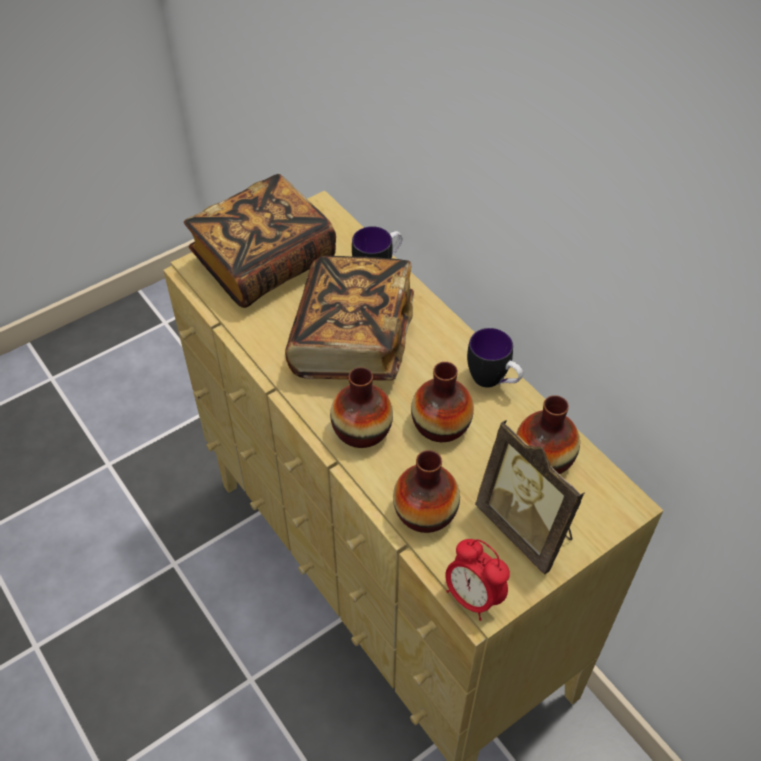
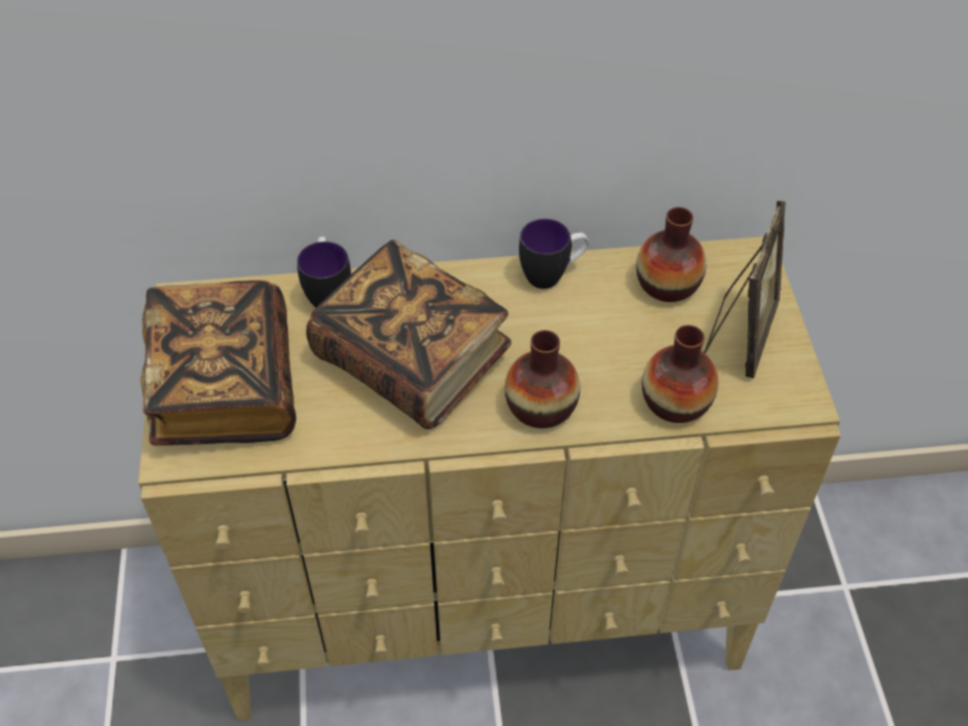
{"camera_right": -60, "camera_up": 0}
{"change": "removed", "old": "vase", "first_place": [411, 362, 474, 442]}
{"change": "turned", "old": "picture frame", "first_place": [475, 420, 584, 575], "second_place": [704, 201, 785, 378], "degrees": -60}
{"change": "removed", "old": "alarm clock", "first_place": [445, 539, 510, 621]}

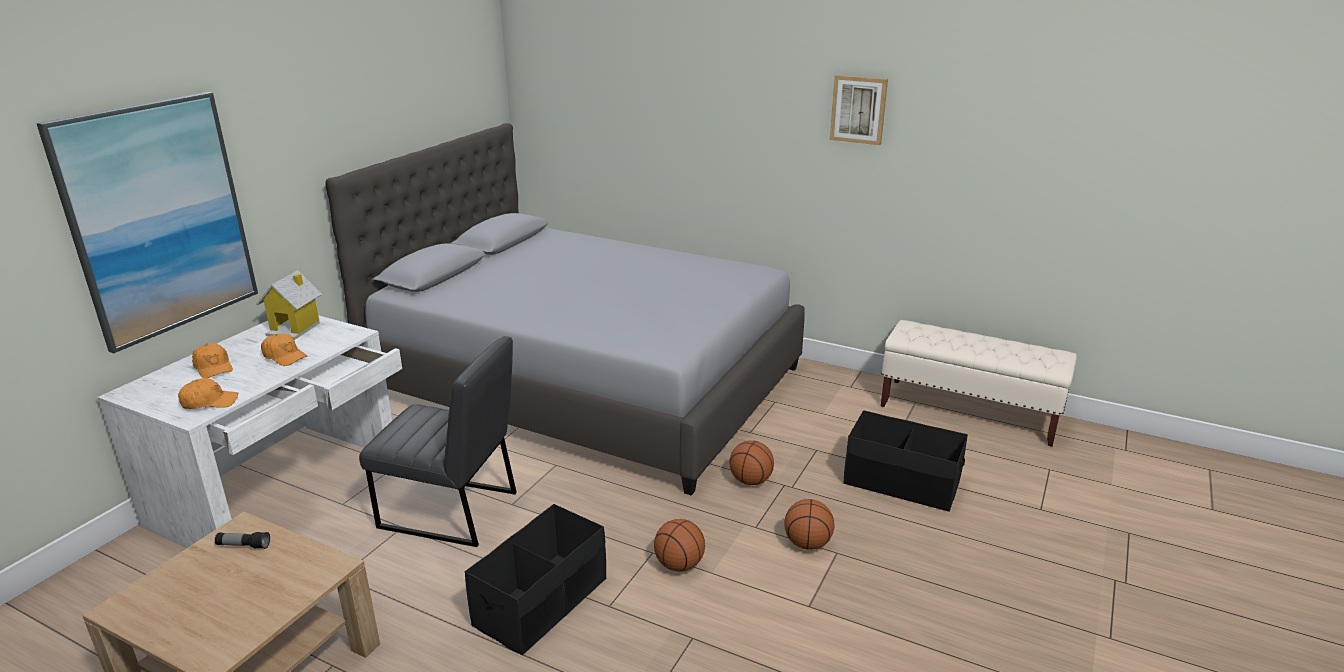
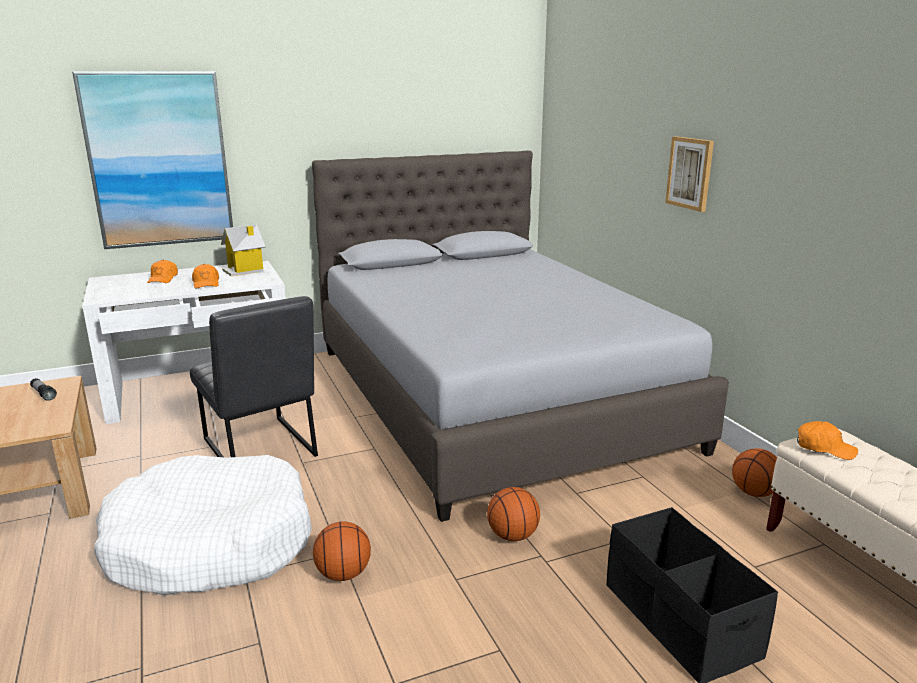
{"camera_right": 40, "camera_up": -5}
{"change": "moved", "old": "picture", "first_place": [830, 75, 888, 145], "second_place": [665, 136, 714, 212]}
{"change": "moved", "old": "orange cap", "first_place": [178, 378, 238, 409], "second_place": [797, 421, 858, 460]}
{"change": "moved", "old": "basketball", "first_place": [784, 499, 834, 550], "second_place": [732, 448, 777, 497]}
{"change": "replaced", "old": "black storage box", "new": "white dog bed", "first_place": [465, 504, 606, 655], "second_place": [94, 455, 312, 596]}

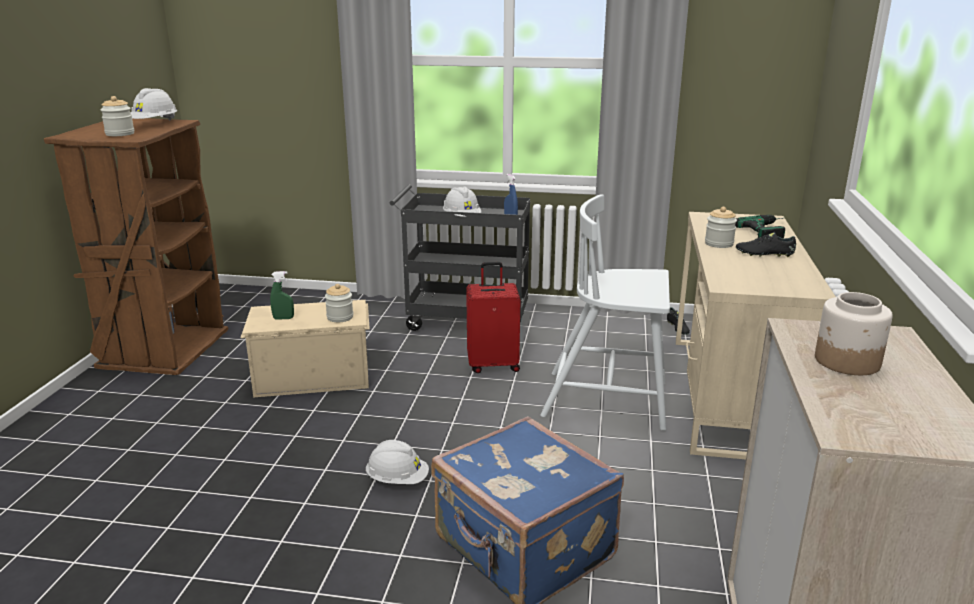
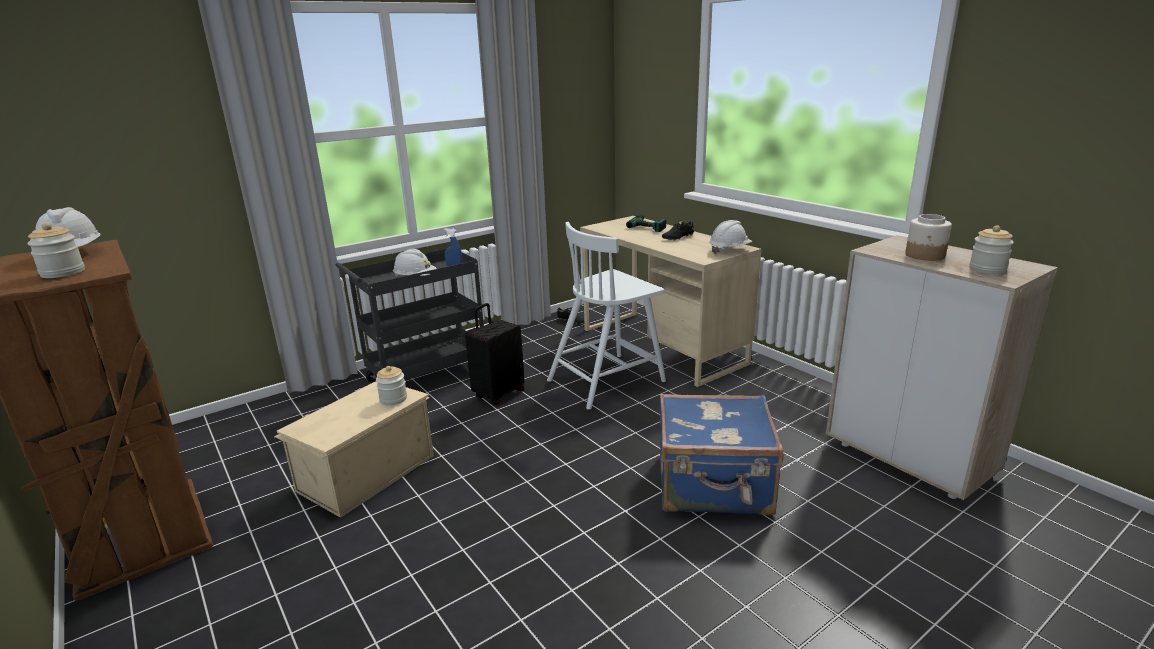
{"camera_right": -45, "camera_up": 0}
{"change": "moved", "old": "jar", "first_place": [705, 207, 737, 248], "second_place": [969, 225, 1014, 274]}
{"change": "recoloured", "old": "red suitcase", "new": "black suitcase", "first_place": [466, 262, 520, 373], "second_place": [465, 303, 525, 405]}
{"change": "removed", "old": "green spray bottle", "first_place": [270, 271, 294, 320]}
{"change": "moved", "old": "white hard hat", "first_place": [365, 440, 429, 484], "second_place": [709, 220, 752, 254]}

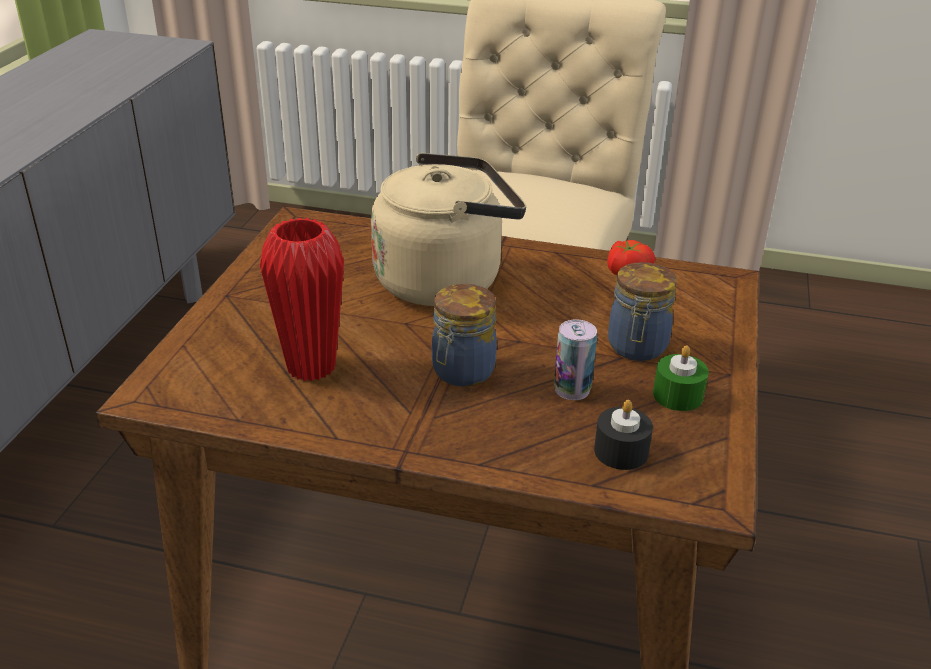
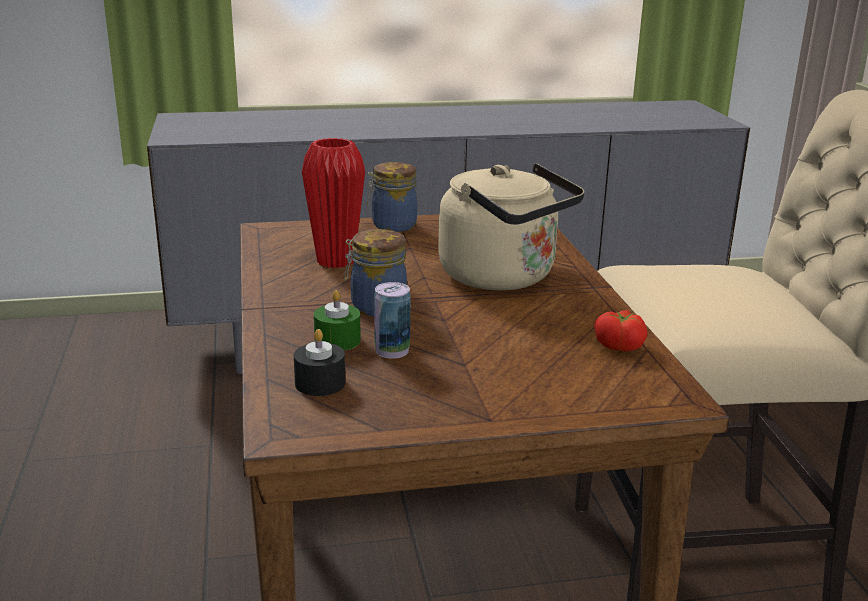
{"camera_right": 65, "camera_up": -10}
{"change": "moved", "old": "jar", "first_place": [608, 262, 677, 361], "second_place": [367, 162, 417, 232]}
{"change": "moved", "old": "green candle", "first_place": [653, 345, 709, 411], "second_place": [314, 290, 361, 351]}

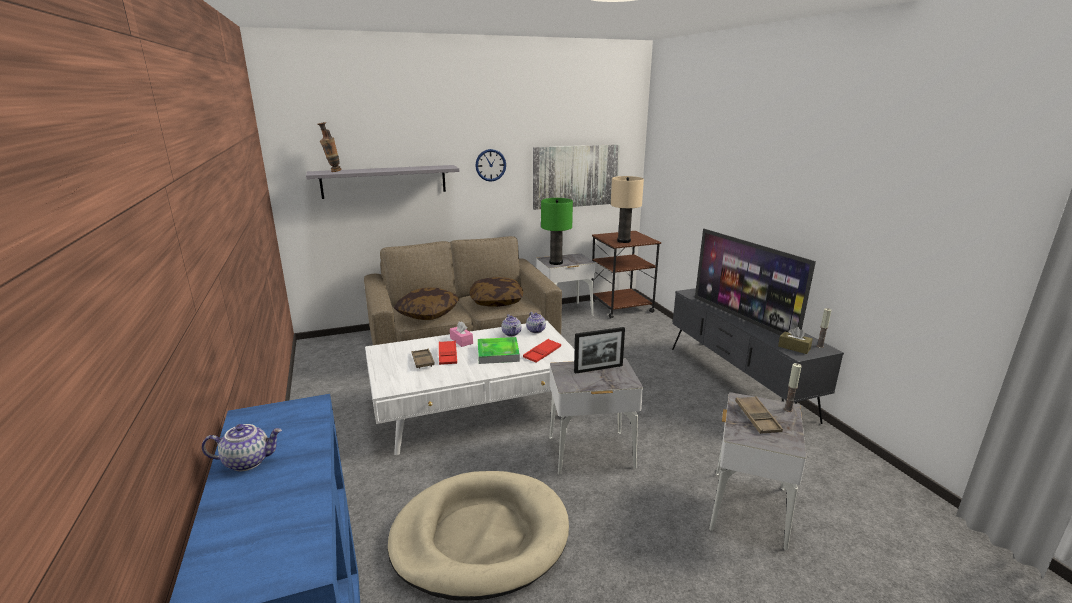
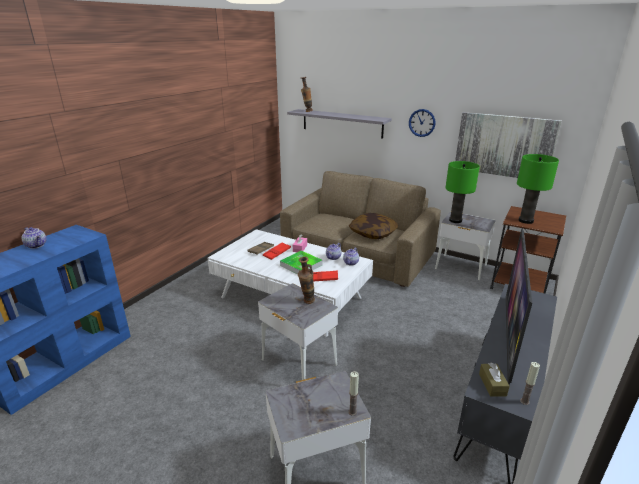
{"camera_right": 50, "camera_up": 5}
{"change": "recoloured", "old": "beige table lamp", "new": "green table lamp", "first_place": [611, 176, 644, 243], "second_place": [517, 154, 559, 224]}
{"change": "removed", "old": "pillow", "first_place": [394, 287, 459, 320]}
{"change": "replaced", "old": "picture frame", "new": "vase", "first_place": [574, 327, 625, 374], "second_place": [298, 256, 315, 304]}
{"change": "removed", "old": "brown tray", "first_place": [735, 396, 783, 434]}
{"change": "removed", "old": "beige dog bed", "first_place": [387, 471, 569, 601]}

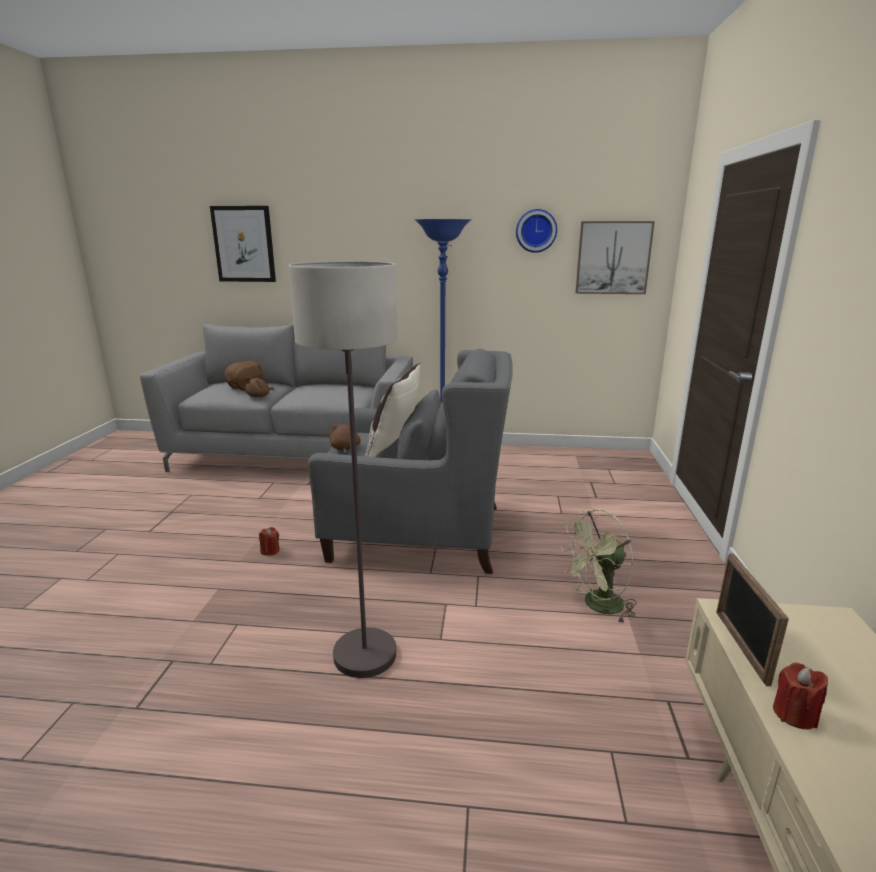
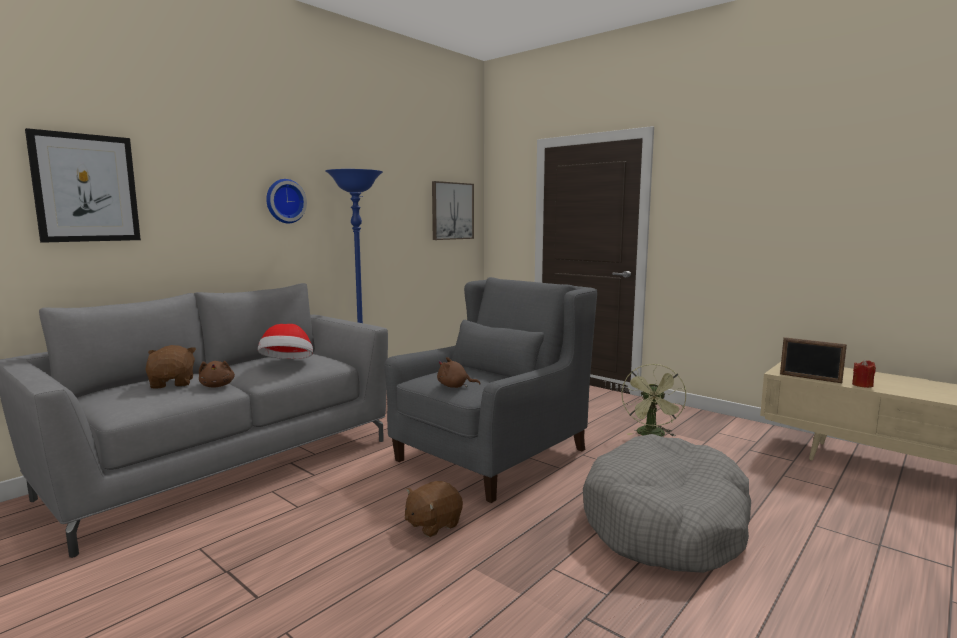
{"camera_right": -55, "camera_up": -10}
{"change": "moved", "old": "wall clock", "first_place": [516, 209, 557, 253], "second_place": [266, 179, 307, 223]}
{"change": "replaced", "old": "grey floor lamp", "new": "grey dog bed", "first_place": [288, 261, 397, 678], "second_place": [583, 434, 751, 573]}
{"change": "removed", "old": "pillow", "first_place": [365, 363, 421, 457]}
{"change": "replaced", "old": "red candle", "new": "brown plush toy", "first_place": [259, 527, 280, 556], "second_place": [405, 481, 463, 537]}
{"change": "added", "new": "hat", "second_place": [258, 324, 313, 359]}

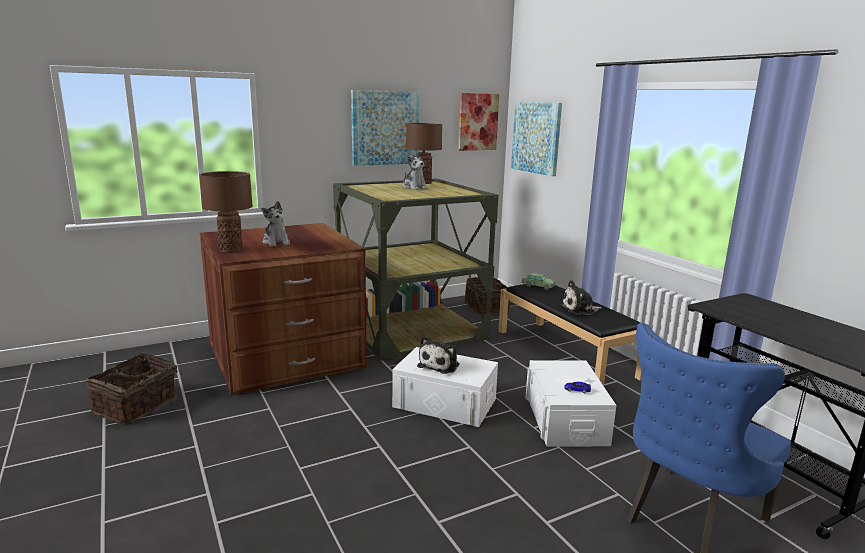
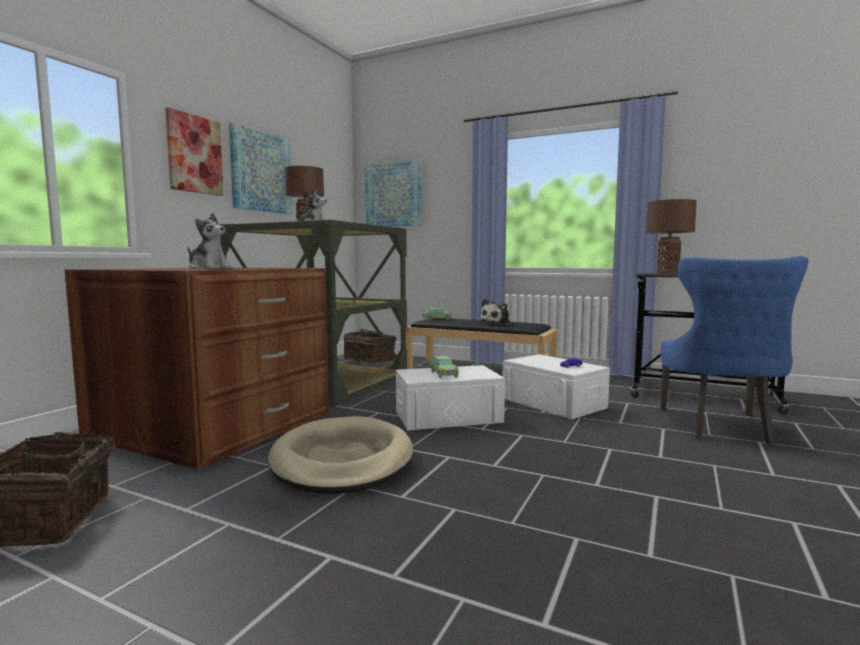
{"camera_right": -35, "camera_up": -10}
{"change": "moved", "old": "picture", "first_place": [458, 93, 499, 151], "second_place": [165, 107, 224, 196]}
{"change": "moved", "old": "brown table lamp", "first_place": [199, 171, 253, 253], "second_place": [646, 199, 697, 274]}
{"change": "replaced", "old": "plush toy", "new": "toy car", "first_place": [417, 336, 460, 374], "second_place": [429, 356, 459, 378]}
{"change": "added", "new": "beige dog bed", "second_place": [268, 416, 413, 494]}

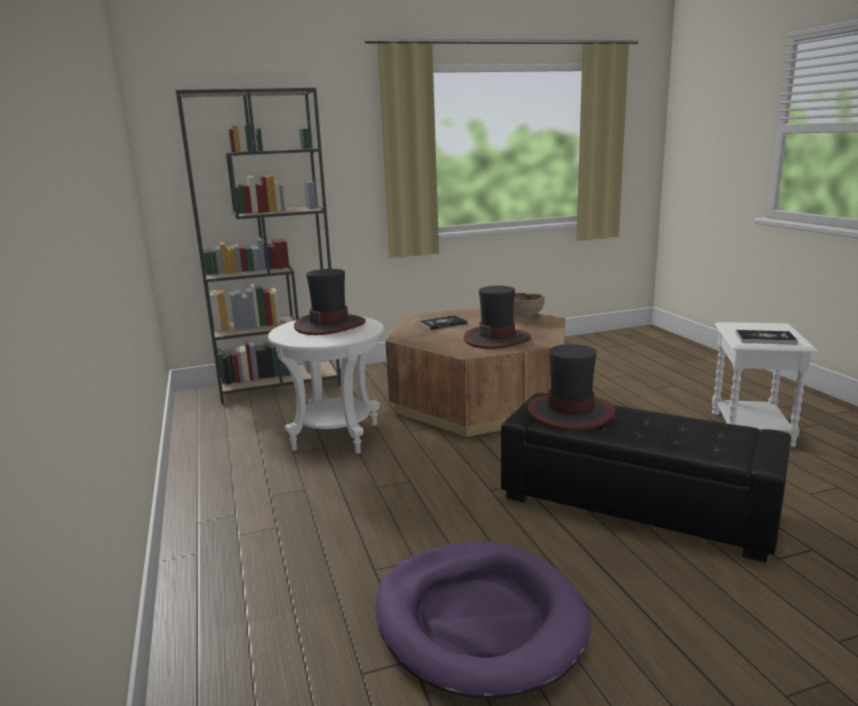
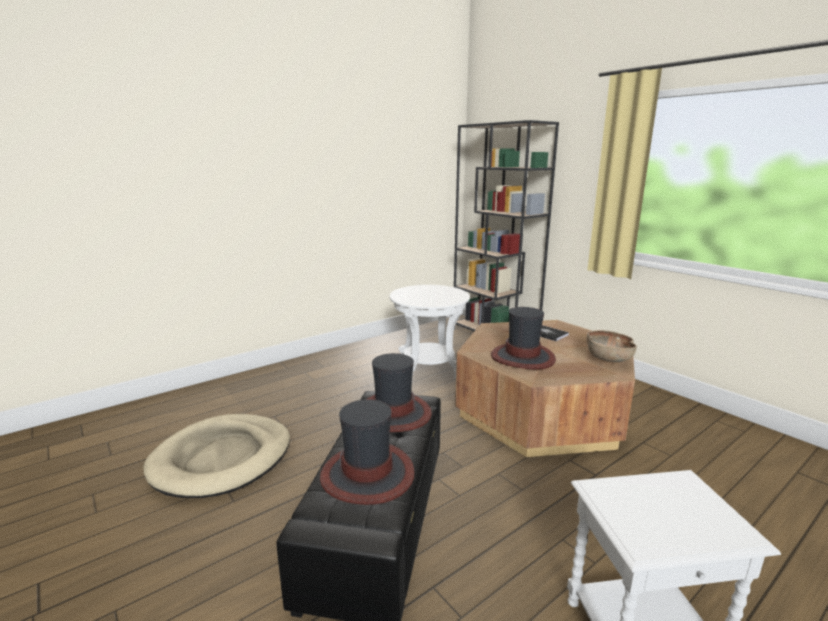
{"camera_right": 70, "camera_up": 0}
{"change": "moved", "old": "hat", "first_place": [294, 269, 365, 335], "second_place": [320, 399, 415, 505]}
{"change": "removed", "old": "book", "first_place": [736, 330, 798, 345]}
{"change": "recoloured", "old": "purple dog bed", "new": "beige dog bed", "first_place": [375, 541, 591, 698], "second_place": [143, 414, 290, 498]}

